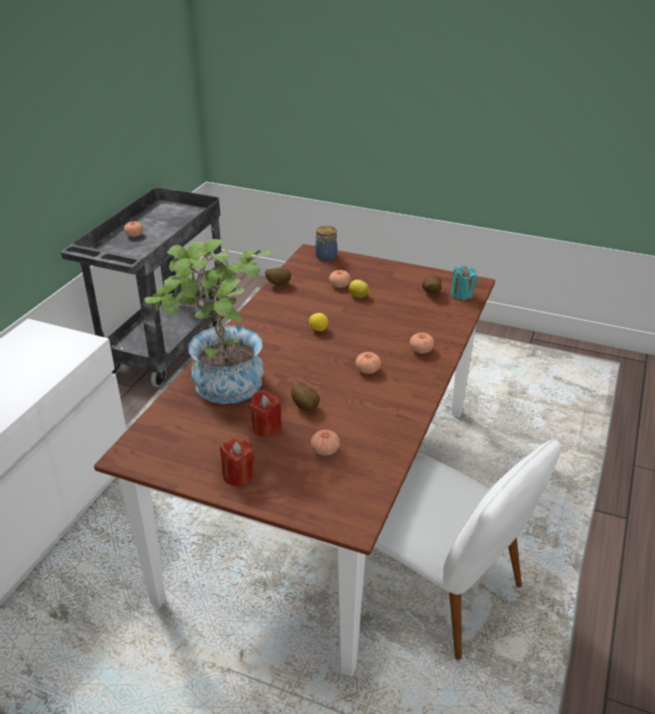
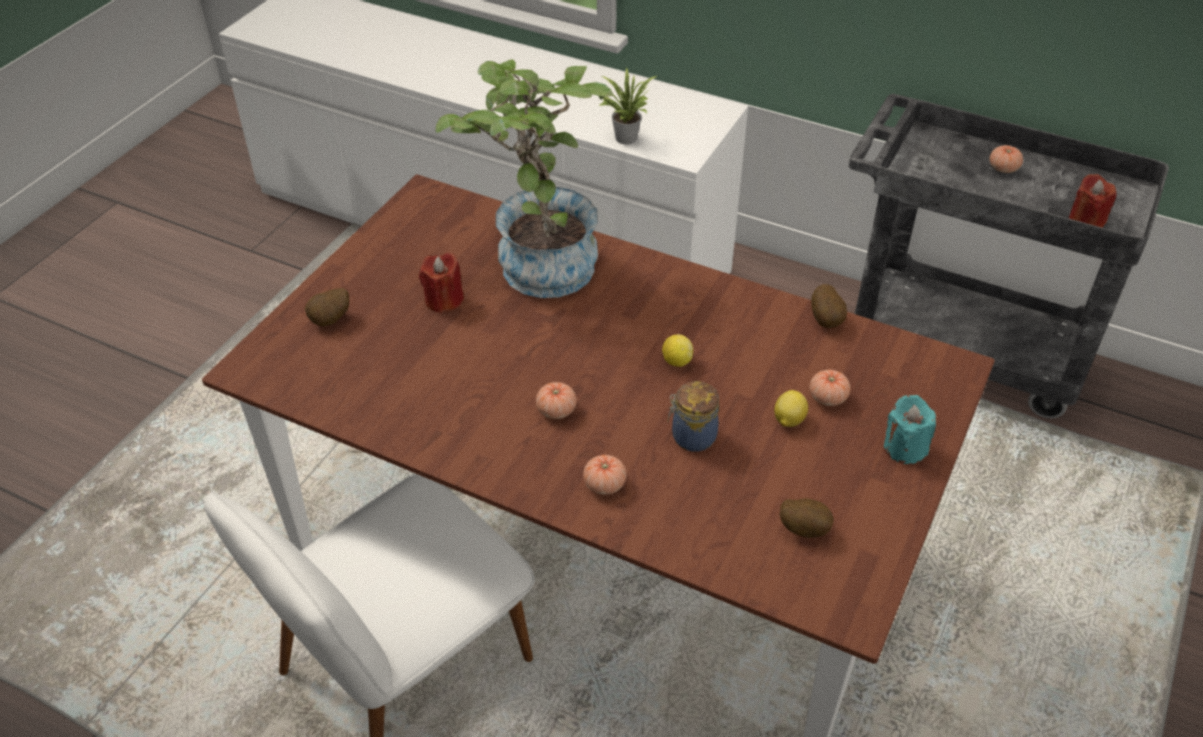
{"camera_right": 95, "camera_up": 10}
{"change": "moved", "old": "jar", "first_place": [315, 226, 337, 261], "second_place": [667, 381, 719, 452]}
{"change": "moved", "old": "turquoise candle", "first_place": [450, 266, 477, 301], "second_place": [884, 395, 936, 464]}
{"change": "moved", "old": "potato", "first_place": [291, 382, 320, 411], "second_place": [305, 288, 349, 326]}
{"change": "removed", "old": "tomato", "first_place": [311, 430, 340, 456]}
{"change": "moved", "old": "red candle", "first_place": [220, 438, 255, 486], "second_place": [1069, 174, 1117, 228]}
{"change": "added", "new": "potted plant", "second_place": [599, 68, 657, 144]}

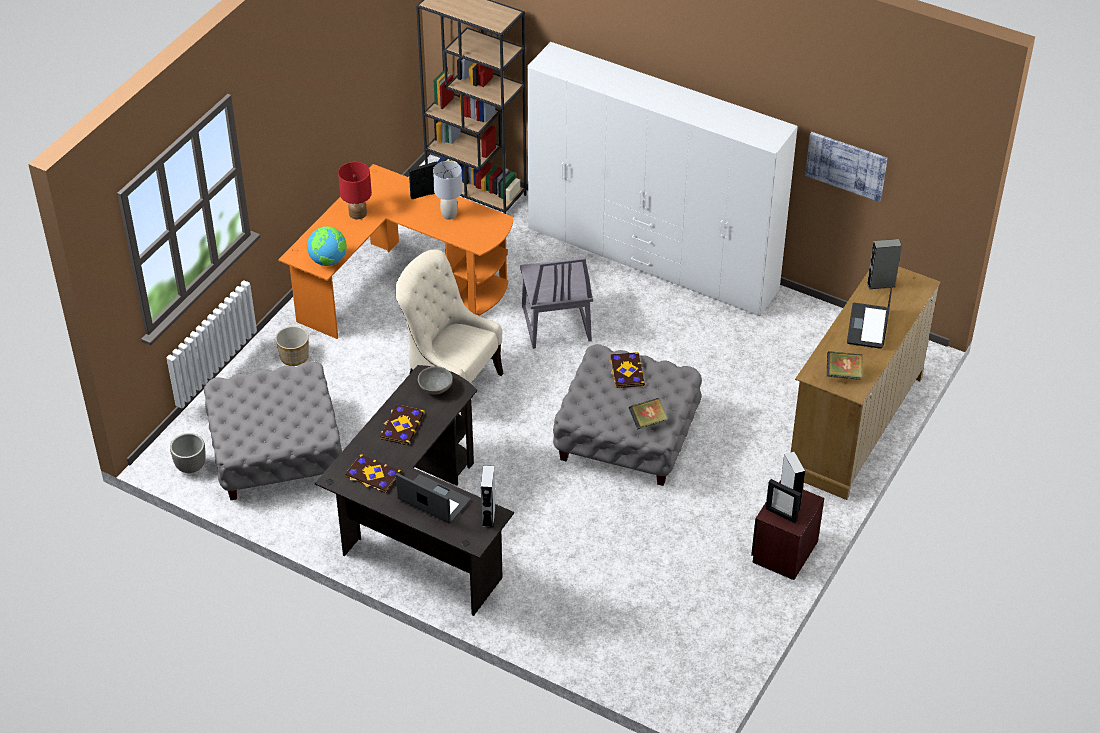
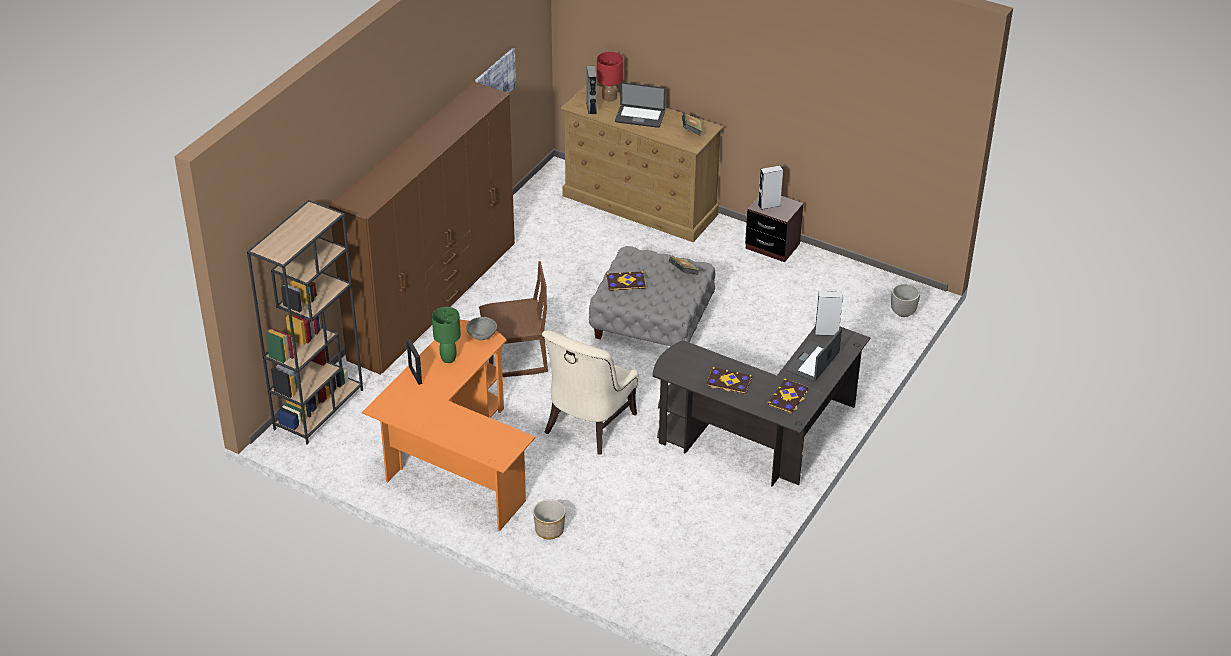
{"camera_right": -90, "camera_up": -5}
{"change": "recoloured", "old": "white wardrobe", "new": "brown wardrobe", "first_place": [527, 42, 798, 316], "second_place": [329, 82, 515, 375]}
{"change": "recoloured", "old": "grey table lamp", "new": "green table lamp", "first_place": [433, 161, 462, 220], "second_place": [432, 307, 461, 363]}
{"change": "moved", "old": "red table lamp", "first_place": [338, 162, 372, 219], "second_place": [597, 52, 623, 101]}
{"change": "removed", "old": "globe", "first_place": [307, 226, 347, 266]}
{"change": "recoloured", "old": "grey chair", "new": "brown chair", "first_place": [520, 258, 593, 349], "second_place": [479, 261, 548, 377]}
{"change": "removed", "old": "grey ottoman", "first_place": [204, 361, 342, 500]}
{"change": "moved", "old": "grey bowl", "first_place": [418, 366, 453, 395], "second_place": [466, 317, 497, 340]}
{"change": "moved", "old": "planter", "first_place": [170, 433, 206, 473], "second_place": [891, 284, 920, 317]}
{"change": "removed", "old": "picture frame", "first_place": [766, 479, 801, 523]}

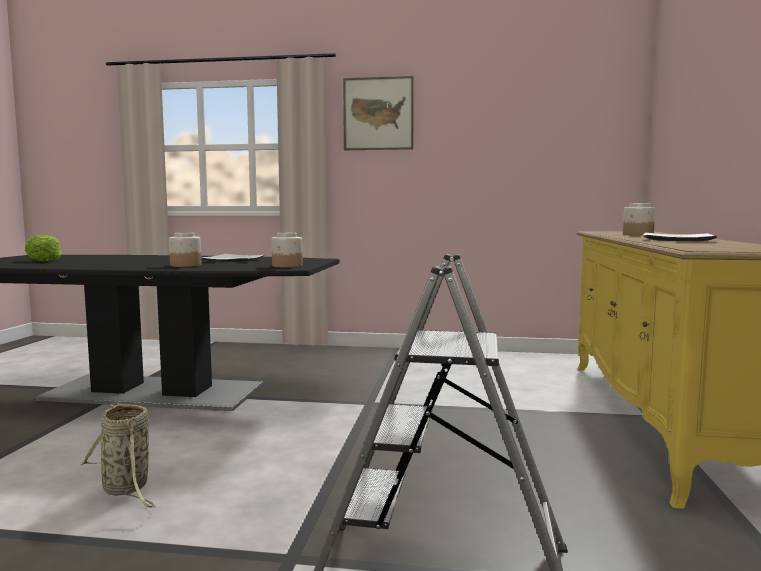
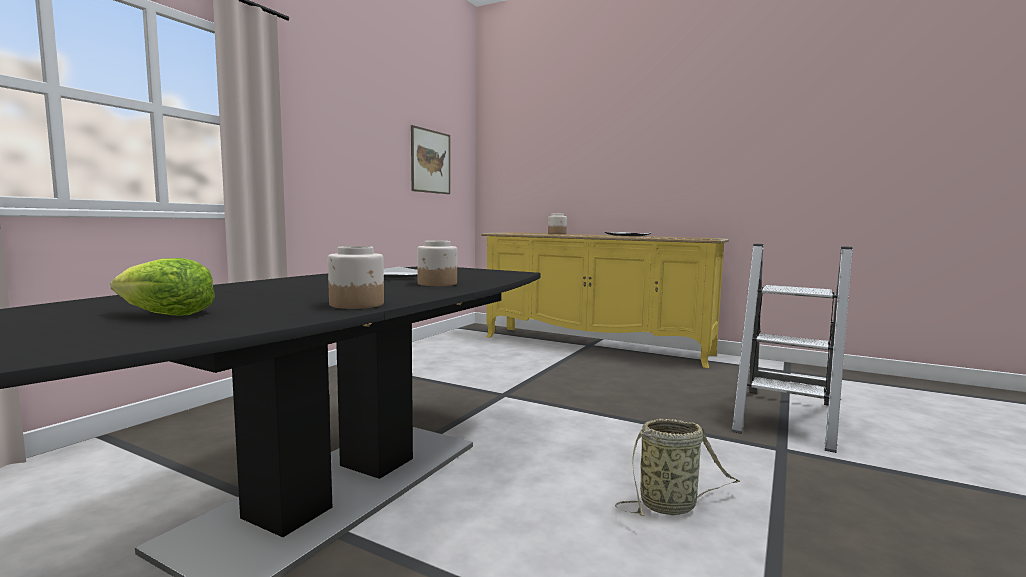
{"camera_right": -70, "camera_up": 0}
{"change": "moved", "old": "picture", "first_place": [343, 76, 414, 150], "second_place": [411, 125, 450, 194]}
{"change": "moved", "old": "jar", "first_place": [272, 233, 303, 267], "second_place": [328, 246, 384, 309]}

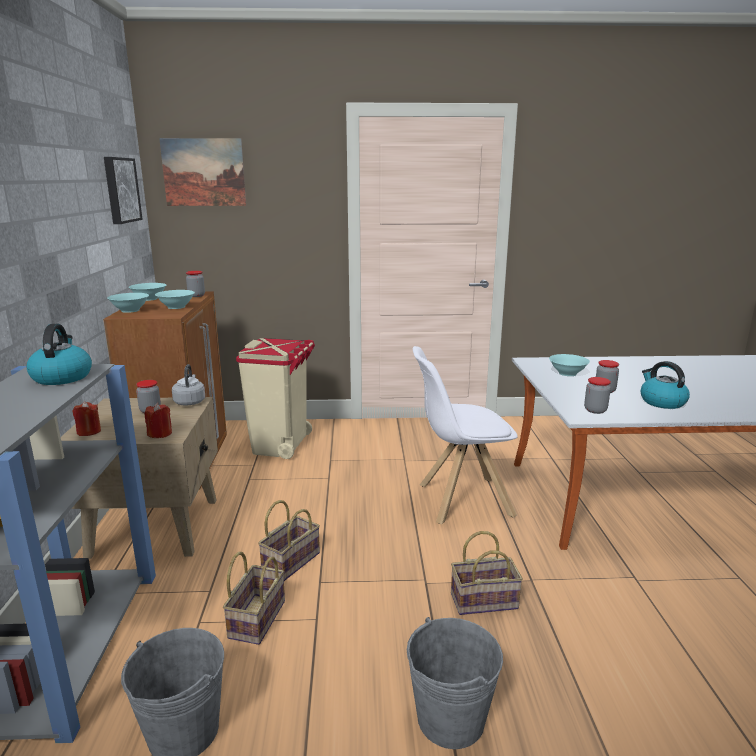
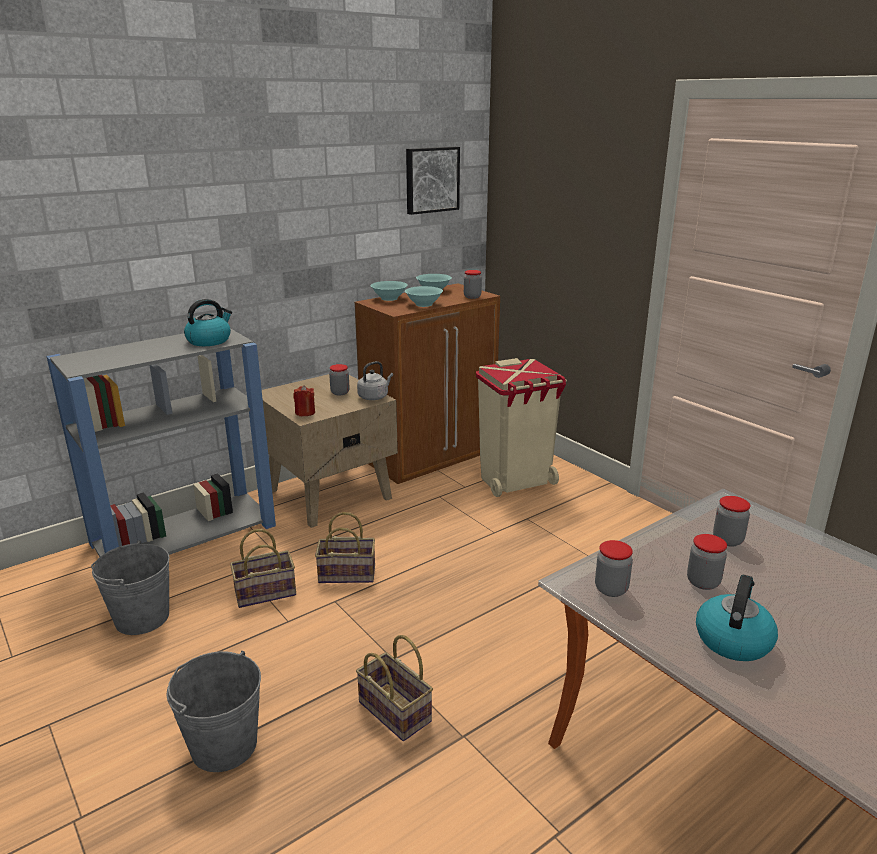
{"camera_right": 55, "camera_up": 5}
{"change": "removed", "old": "picture", "first_place": [159, 138, 246, 206]}
{"change": "removed", "old": "white chair", "first_place": [413, 346, 518, 524]}
{"change": "replaced", "old": "turquoise bowl", "new": "jar", "first_place": [549, 354, 590, 376], "second_place": [713, 496, 750, 547]}
{"change": "removed", "old": "red candle", "first_place": [72, 401, 101, 436]}

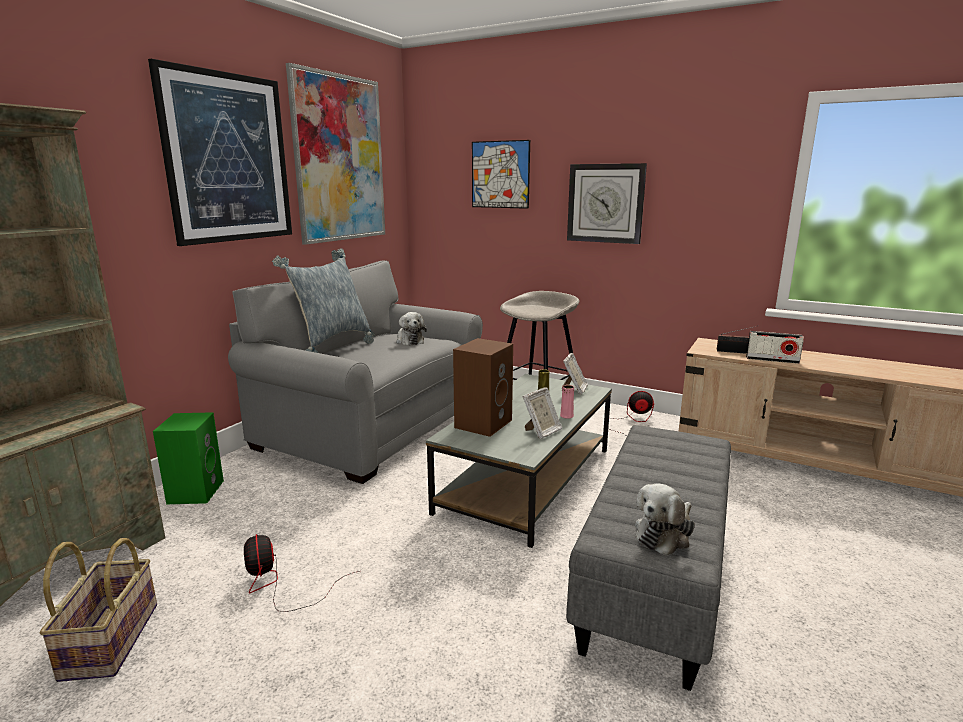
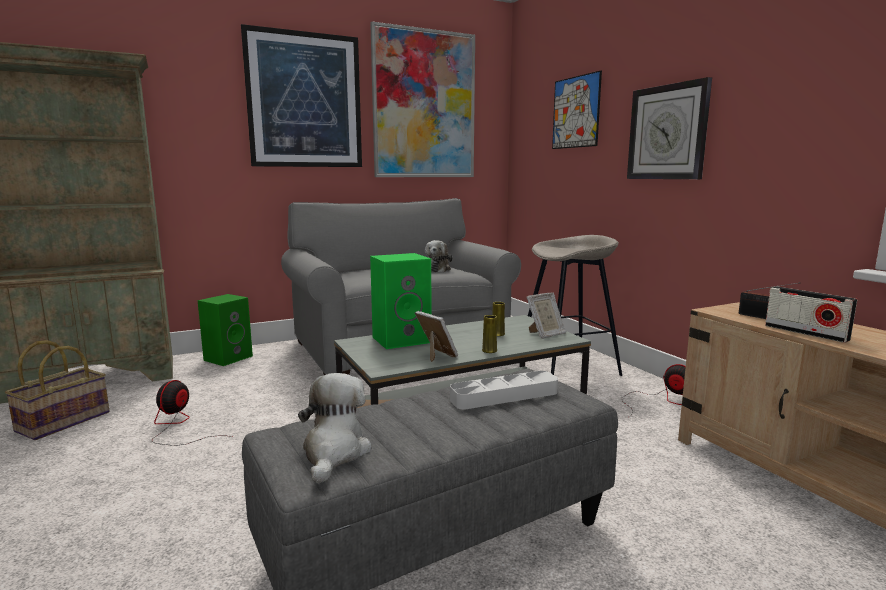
{"camera_right": 35, "camera_up": -5}
{"change": "removed", "old": "pillow", "first_place": [272, 248, 375, 353]}
{"change": "recoloured", "old": "brown speaker", "new": "green speaker", "first_place": [453, 338, 513, 437], "second_place": [370, 253, 432, 349]}
{"change": "recoloured", "old": "pink vase", "new": "yellow vase", "first_place": [560, 385, 574, 419], "second_place": [482, 315, 497, 353]}
{"change": "turned", "old": "picture frame", "first_place": [523, 387, 563, 439], "second_place": [415, 311, 458, 362], "degrees": -120}
{"change": "turned", "old": "plush toy", "first_place": [635, 483, 695, 556], "second_place": [298, 373, 371, 484], "degrees": 105}
{"change": "added", "new": "grey tray", "second_place": [450, 371, 558, 409]}

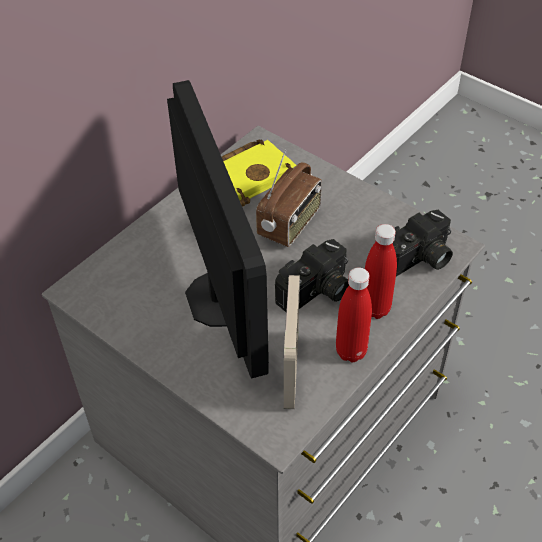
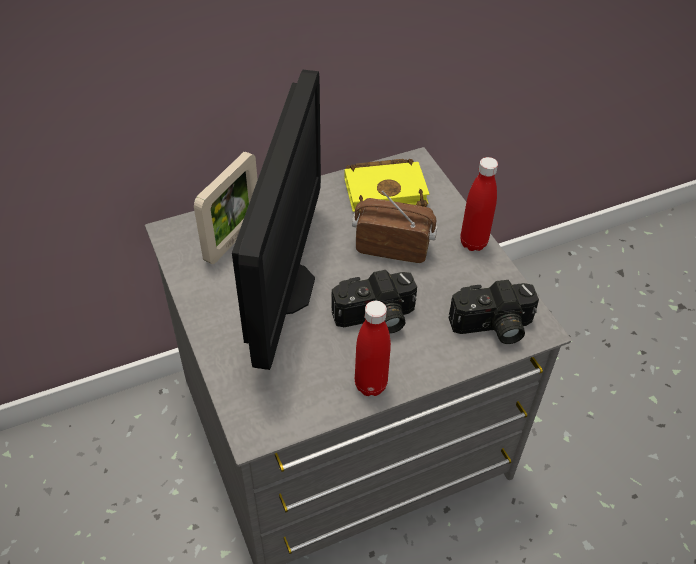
{"camera_right": 25, "camera_up": 0}
{"change": "turned", "old": "radio", "first_place": [256, 149, 322, 247], "second_place": [352, 190, 438, 263], "degrees": -135}
{"change": "moved", "old": "red bottle", "first_place": [365, 224, 397, 319], "second_place": [460, 157, 498, 251]}
{"change": "moved", "old": "picture frame", "first_place": [284, 275, 300, 409], "second_place": [194, 152, 258, 264]}

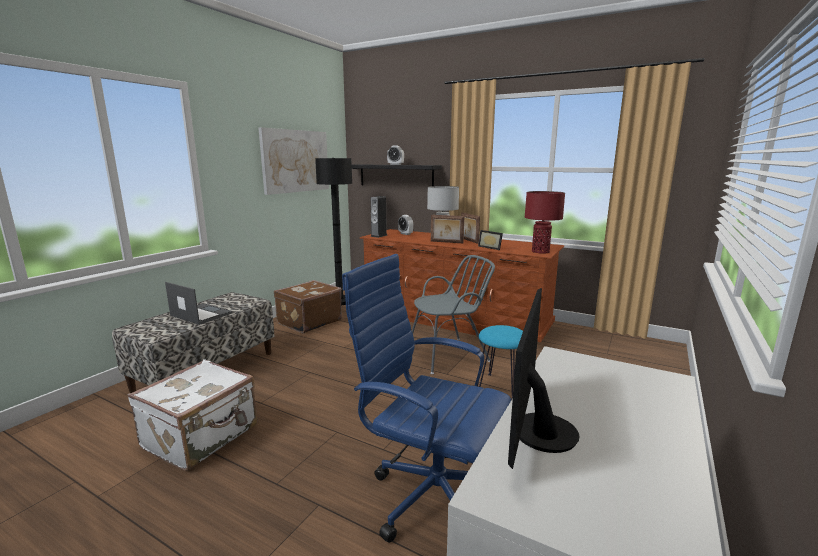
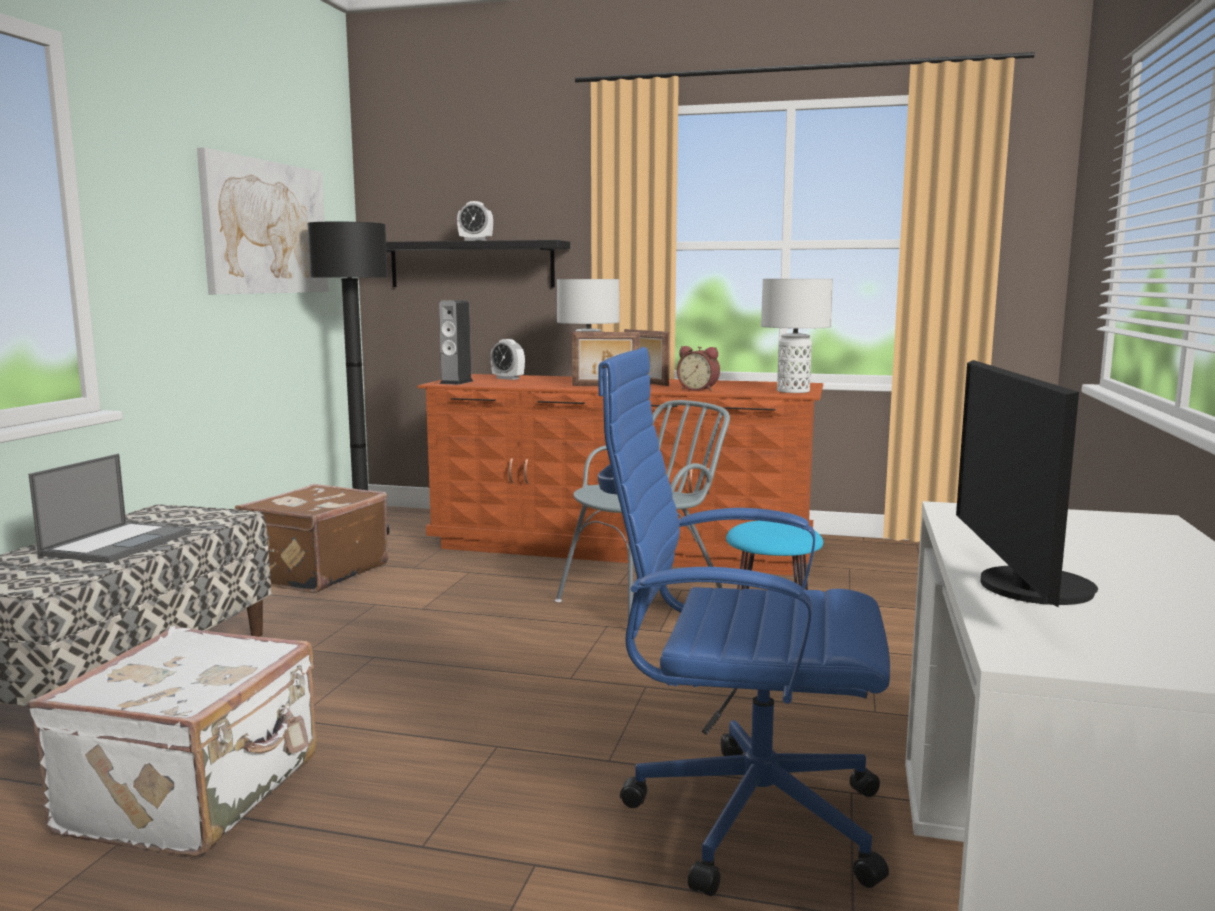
{"camera_right": -15, "camera_up": -5}
{"change": "recoloured", "old": "red table lamp", "new": "white table lamp", "first_place": [525, 191, 565, 254], "second_place": [761, 279, 833, 393]}
{"change": "replaced", "old": "picture frame", "new": "alarm clock", "first_place": [478, 230, 503, 250], "second_place": [677, 346, 720, 391]}
{"change": "turned", "old": "laptop", "first_place": [165, 282, 232, 325], "second_place": [29, 454, 191, 563], "degrees": 90}

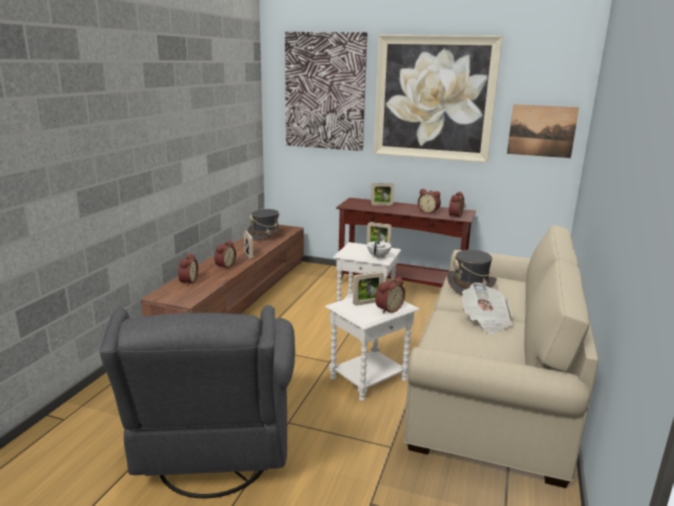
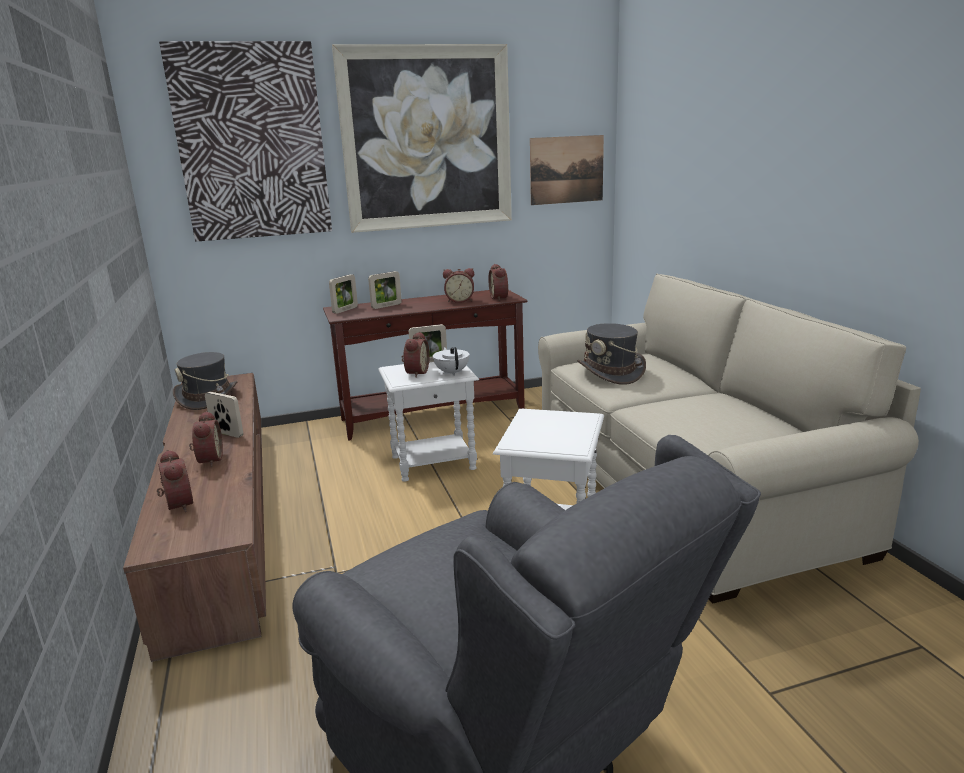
{"camera_right": -35, "camera_up": 0}
{"change": "moved", "old": "picture frame", "first_place": [353, 272, 384, 306], "second_place": [329, 274, 358, 314]}
{"change": "moved", "old": "alarm clock", "first_place": [375, 277, 405, 314], "second_place": [402, 332, 430, 377]}
{"change": "removed", "old": "newspaper", "first_place": [462, 283, 513, 334]}

